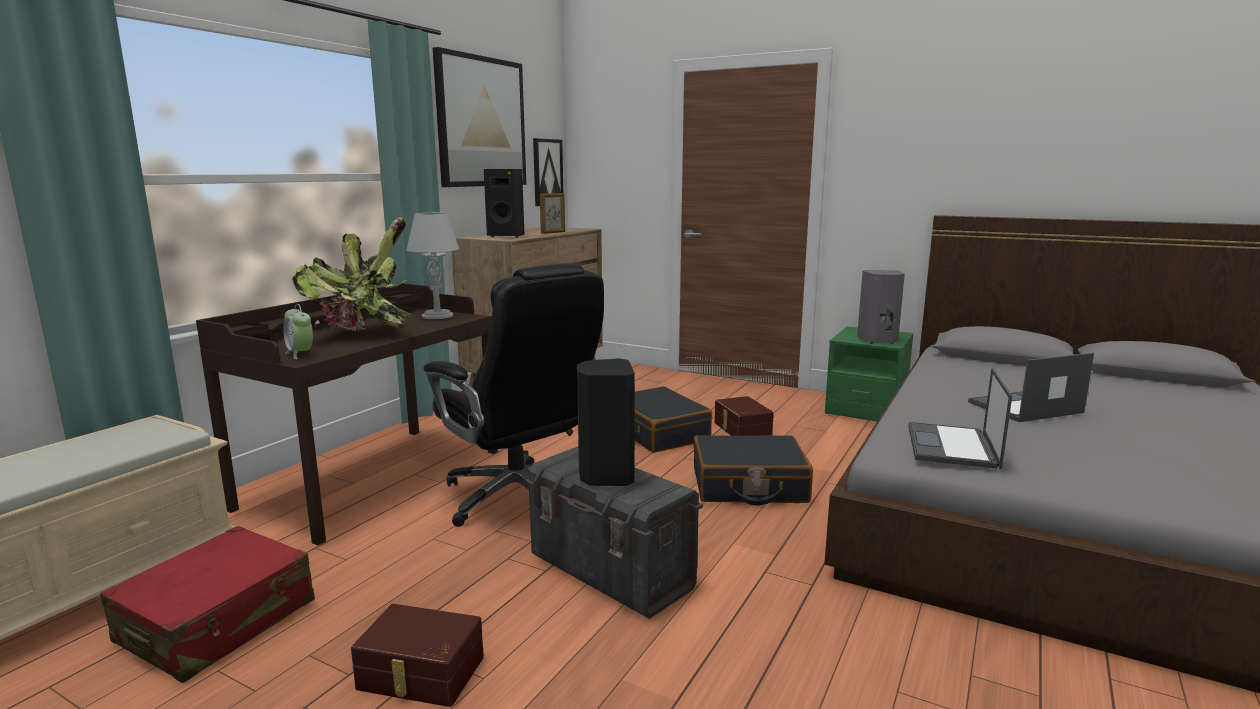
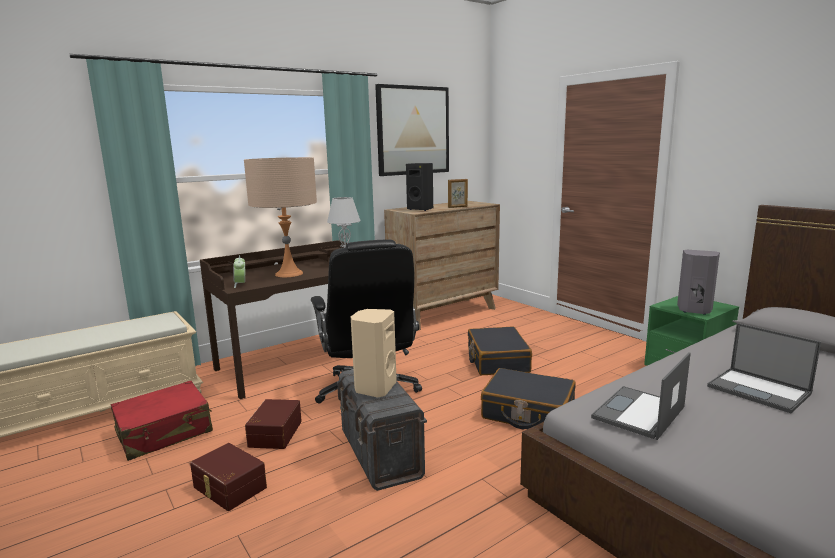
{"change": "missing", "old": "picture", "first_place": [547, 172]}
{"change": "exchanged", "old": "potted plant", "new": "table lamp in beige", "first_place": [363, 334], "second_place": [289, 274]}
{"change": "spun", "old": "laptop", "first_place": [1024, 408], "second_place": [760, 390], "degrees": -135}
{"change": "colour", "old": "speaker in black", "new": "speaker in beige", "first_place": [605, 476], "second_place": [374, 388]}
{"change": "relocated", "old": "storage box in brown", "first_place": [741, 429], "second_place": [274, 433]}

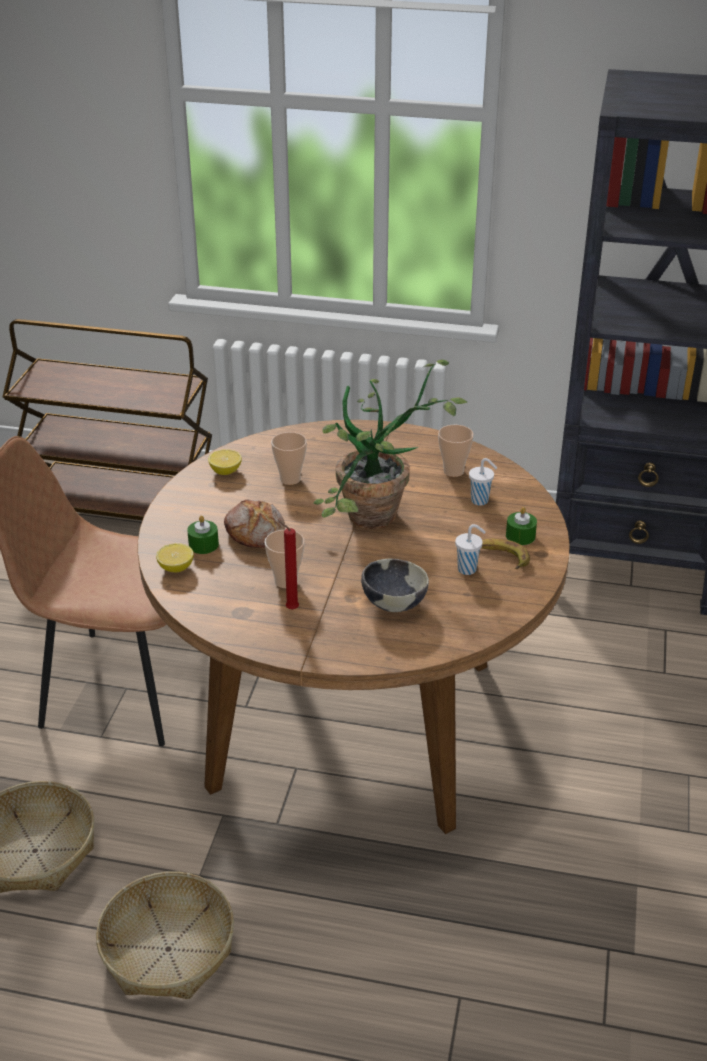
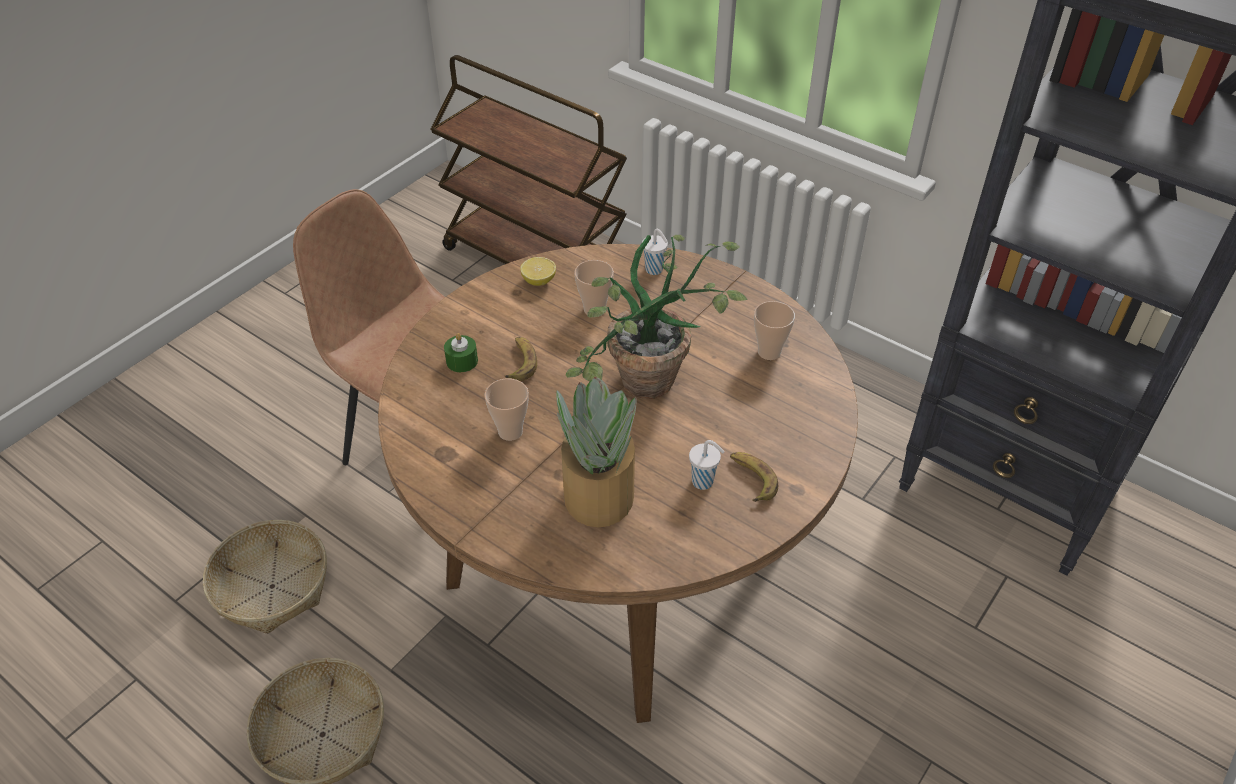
{"change": "relocated", "old": "cup in white", "first_place": [480, 501], "second_place": [655, 270]}
{"change": "exchanged", "old": "bread", "new": "banana", "first_place": [256, 532], "second_place": [520, 362]}
{"change": "missing", "old": "candle in green", "first_place": [520, 536]}
{"change": "missing", "old": "candle in red", "first_place": [290, 608]}
{"change": "missing", "old": "lemon", "first_place": [176, 568]}
{"change": "exchanged", "old": "bowl", "new": "potted plant", "first_place": [393, 604], "second_place": [598, 497]}

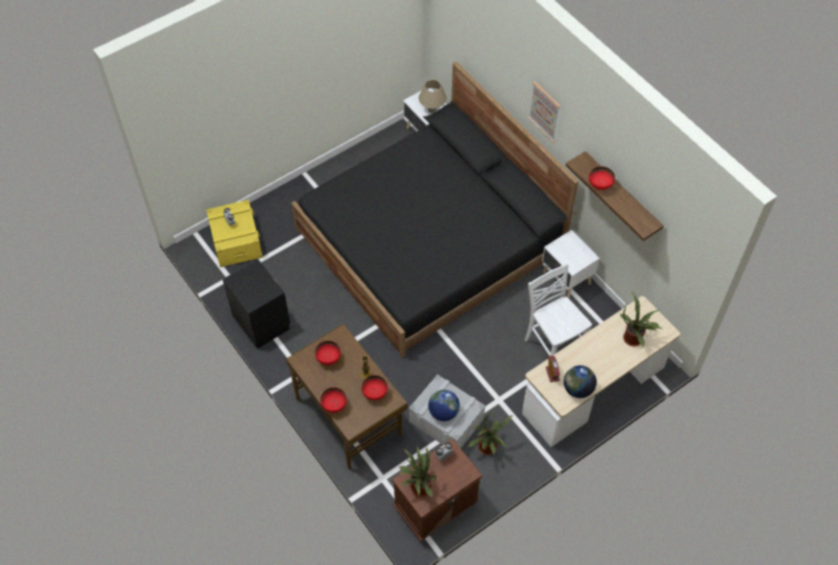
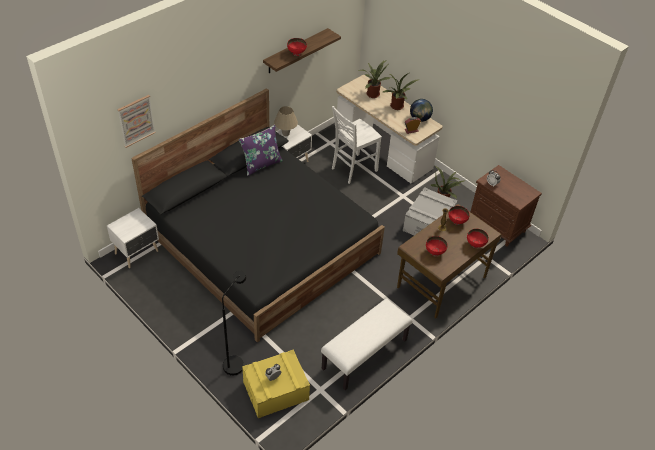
{"change": "relocated", "old": "table lamp in beige", "first_place": [432, 110], "second_place": [285, 134]}
{"change": "relocated", "old": "picture", "first_place": [544, 111], "second_place": [136, 120]}
{"change": "exchanged", "old": "nightstand in black", "new": "bench in white", "first_place": [262, 321], "second_place": [365, 355]}
{"change": "missing", "old": "globe", "first_place": [443, 412]}
{"change": "relocated", "old": "potted plant", "first_place": [418, 487], "second_place": [397, 107]}
{"change": "appeared", "new": "pillow in purple", "second_place": [261, 164]}
{"change": "appeared", "new": "floor lamp in black", "second_place": [236, 361]}

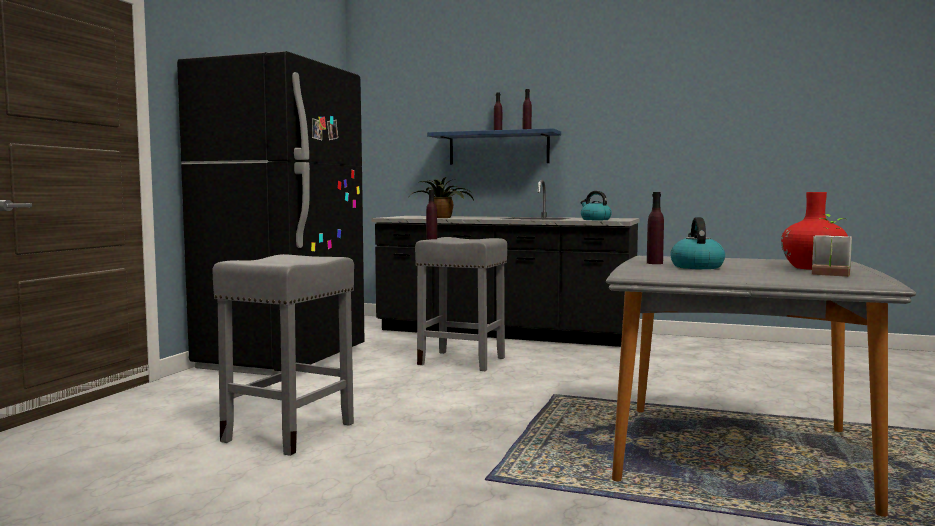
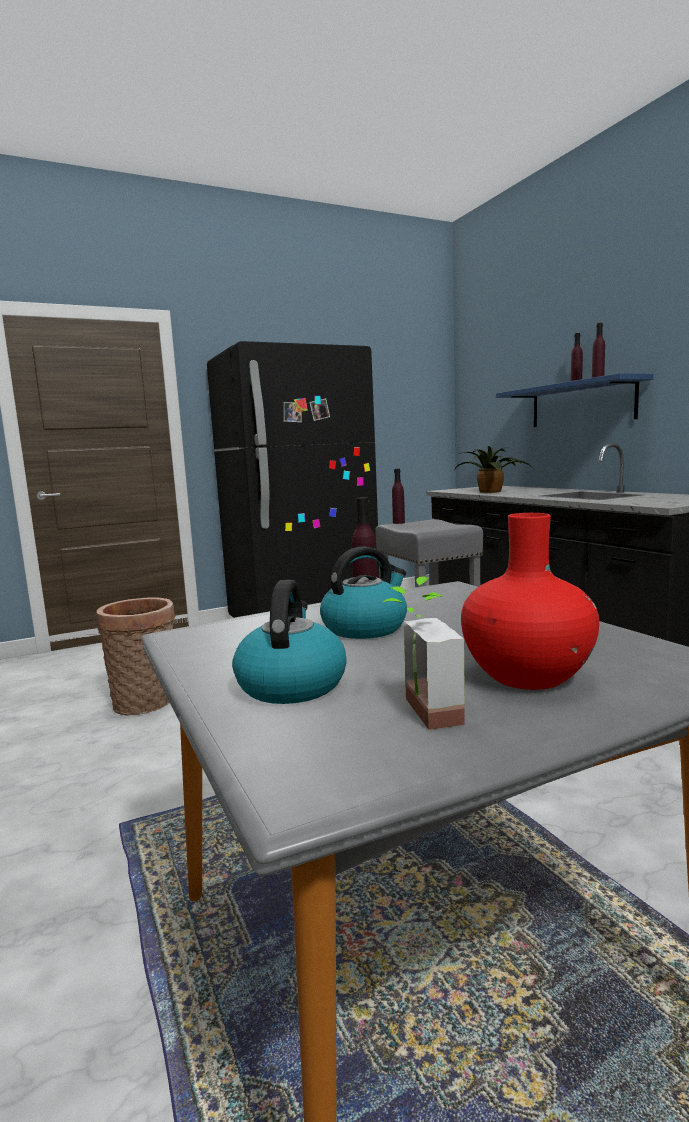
{"change": "relocated", "old": "kettle", "first_place": [595, 219], "second_place": [291, 684]}
{"change": "exchanged", "old": "stool in grey", "new": "basket", "first_place": [290, 431], "second_place": [147, 703]}

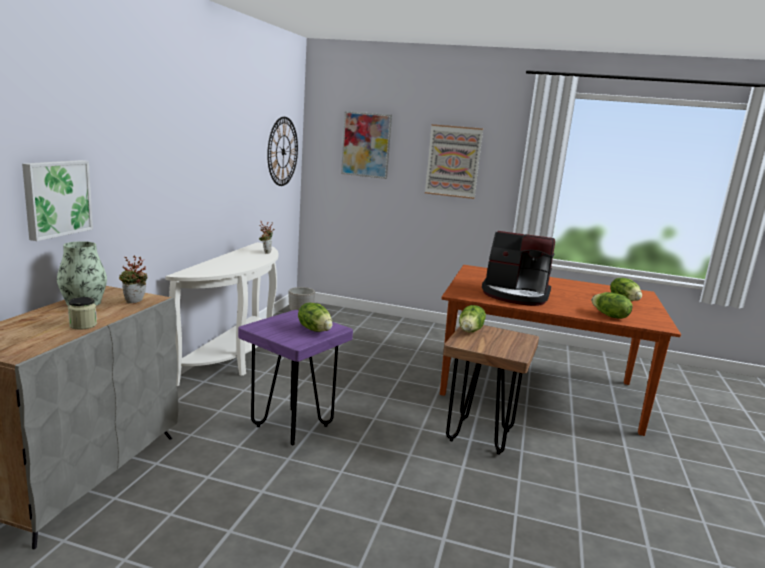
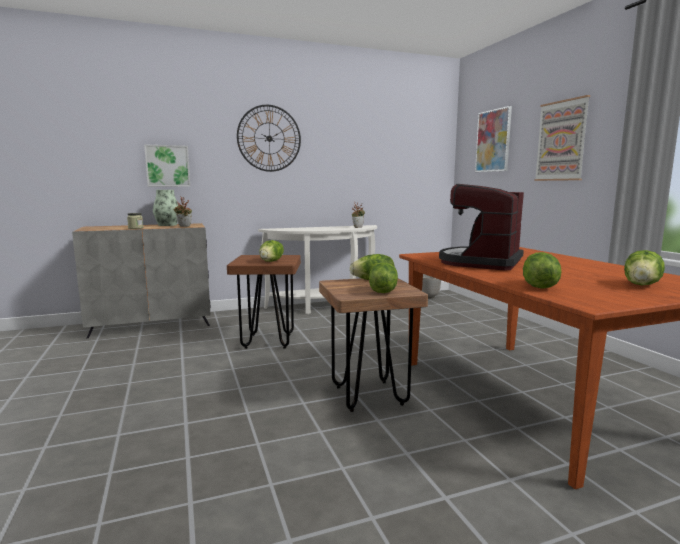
{"change": "relocated", "old": "wall clock", "first_place": [283, 151], "second_place": [269, 138]}
{"change": "spun", "old": "coffee machine", "first_place": [515, 295], "second_place": [481, 262], "degrees": 45}
{"change": "colour", "old": "stool in purple", "new": "stool in brown", "first_place": [292, 426], "second_place": [268, 341]}
{"change": "appeared", "new": "lettuce", "second_place": [382, 291]}

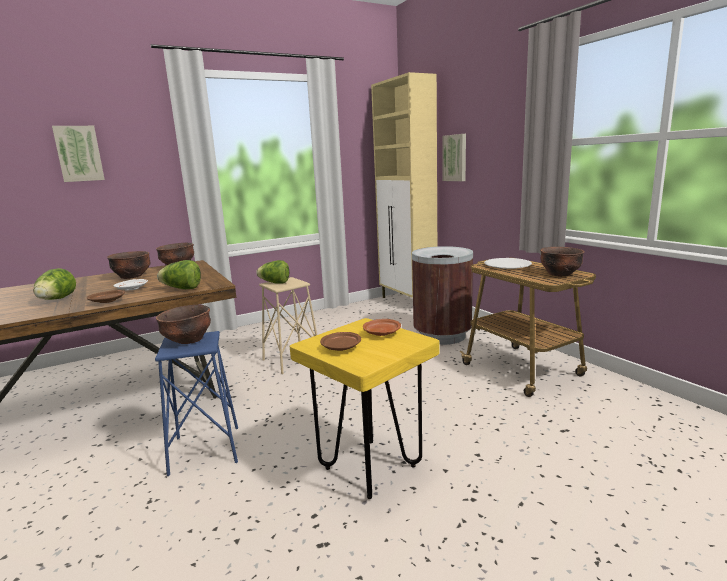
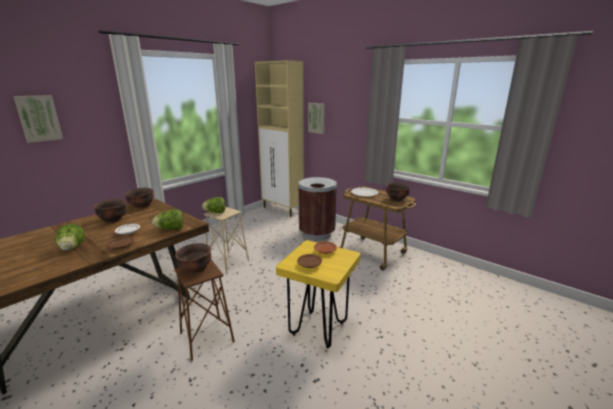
{"change": "colour", "old": "stool in blue", "new": "stool in brown", "first_place": [205, 450], "second_place": [206, 338]}

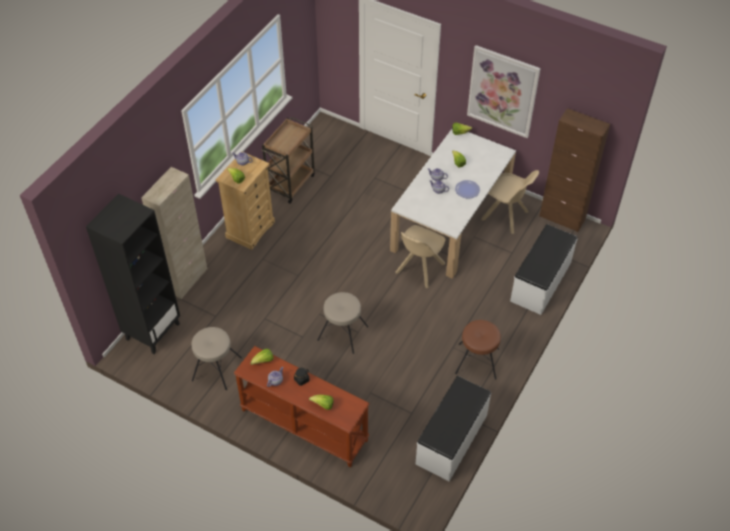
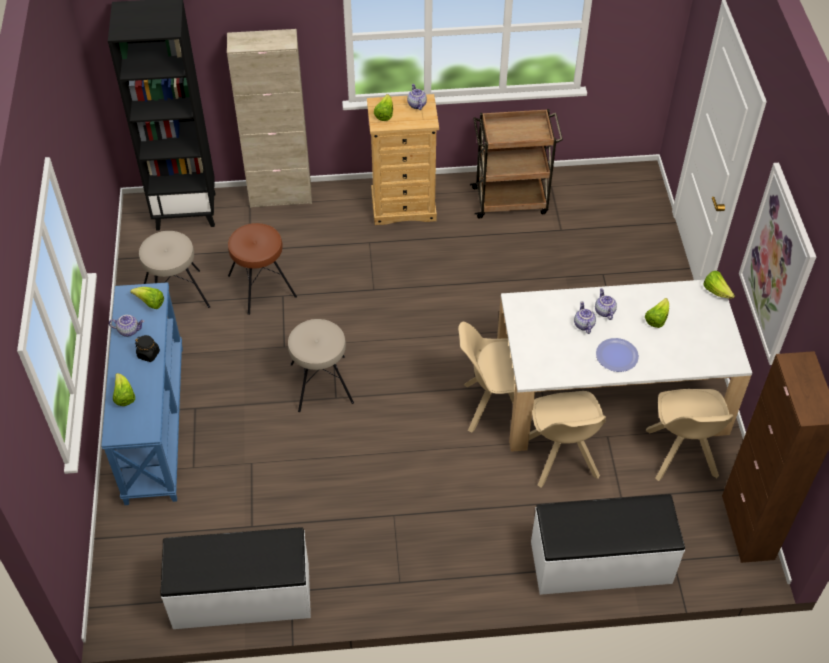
{"change": "relocated", "old": "stool in brown", "first_place": [477, 361], "second_place": [261, 286]}
{"change": "colour", "old": "console table in brown", "new": "console table in blue", "first_place": [303, 425], "second_place": [153, 422]}
{"change": "appeared", "new": "chair in beige", "second_place": [561, 459]}

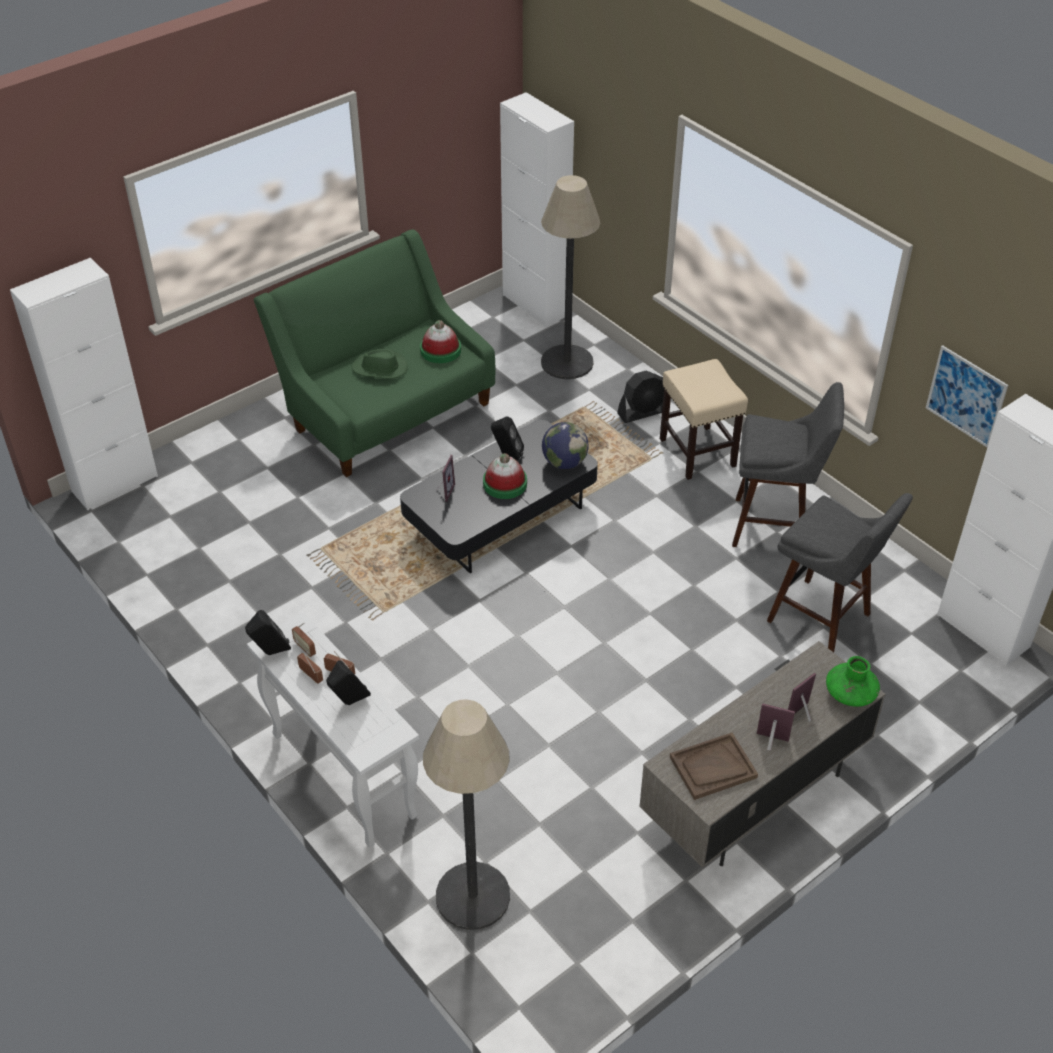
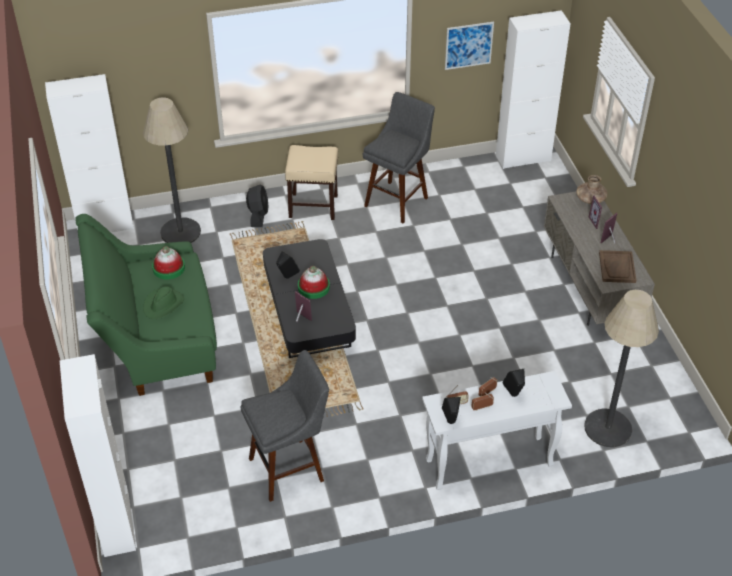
{"change": "missing", "old": "globe", "first_place": [564, 463]}
{"change": "relocated", "old": "stool in grey", "first_place": [823, 620], "second_place": [290, 468]}
{"change": "colour", "old": "vase in green", "new": "vase in brown", "first_place": [850, 693], "second_place": [590, 199]}

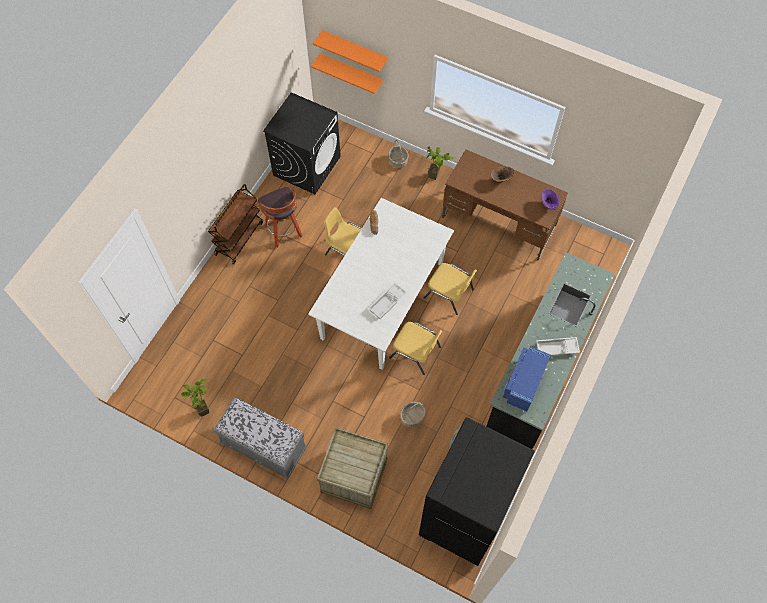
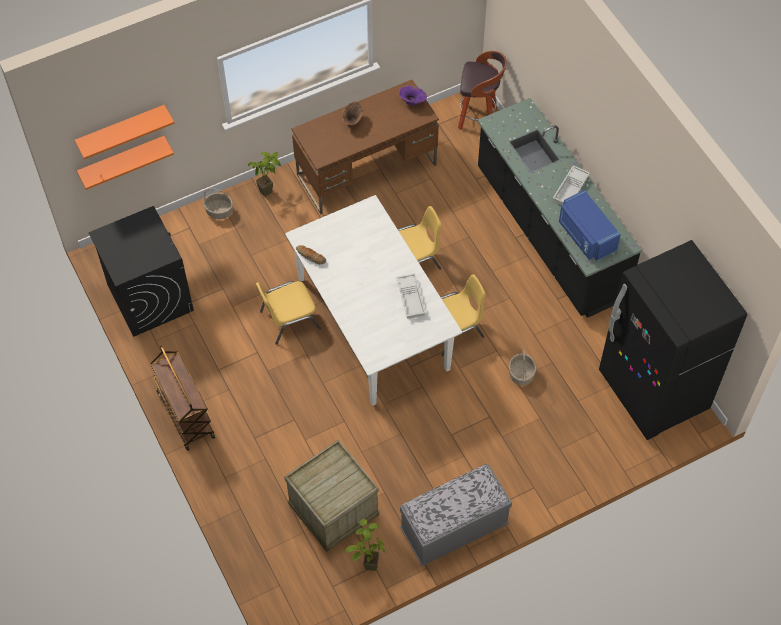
{"change": "relocated", "old": "stool", "first_place": [284, 232], "second_place": [478, 118]}
{"change": "relocated", "old": "crate", "first_place": [353, 474], "second_place": [332, 509]}

